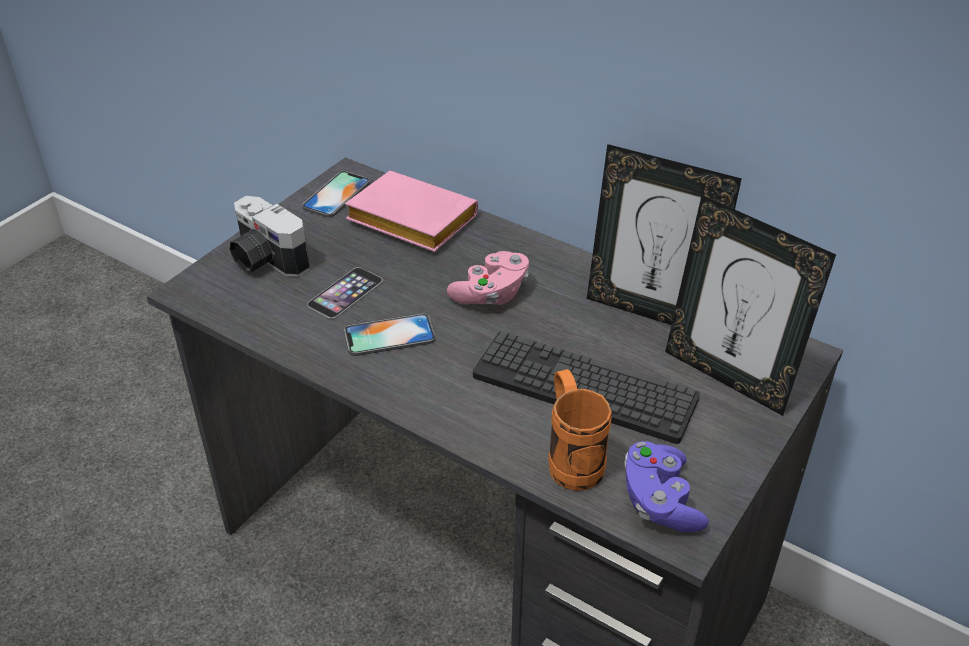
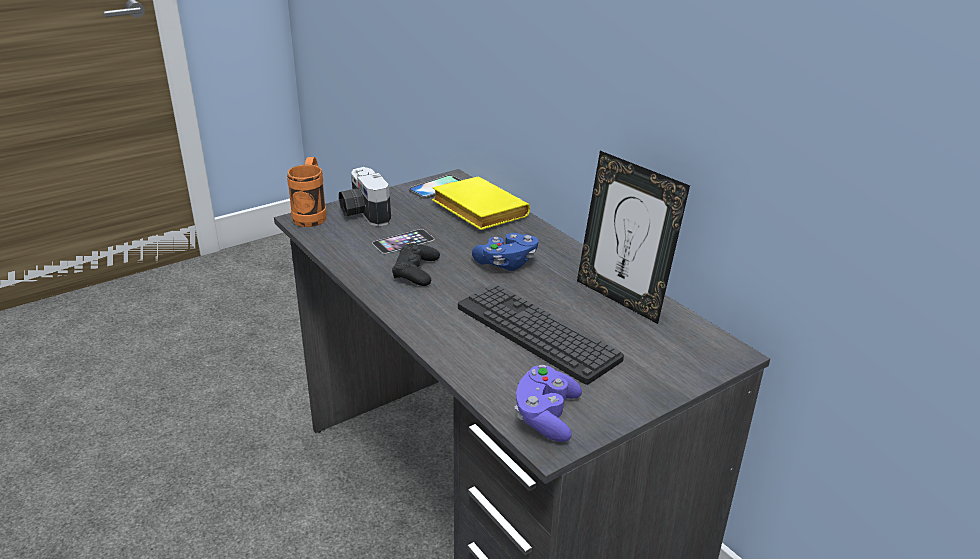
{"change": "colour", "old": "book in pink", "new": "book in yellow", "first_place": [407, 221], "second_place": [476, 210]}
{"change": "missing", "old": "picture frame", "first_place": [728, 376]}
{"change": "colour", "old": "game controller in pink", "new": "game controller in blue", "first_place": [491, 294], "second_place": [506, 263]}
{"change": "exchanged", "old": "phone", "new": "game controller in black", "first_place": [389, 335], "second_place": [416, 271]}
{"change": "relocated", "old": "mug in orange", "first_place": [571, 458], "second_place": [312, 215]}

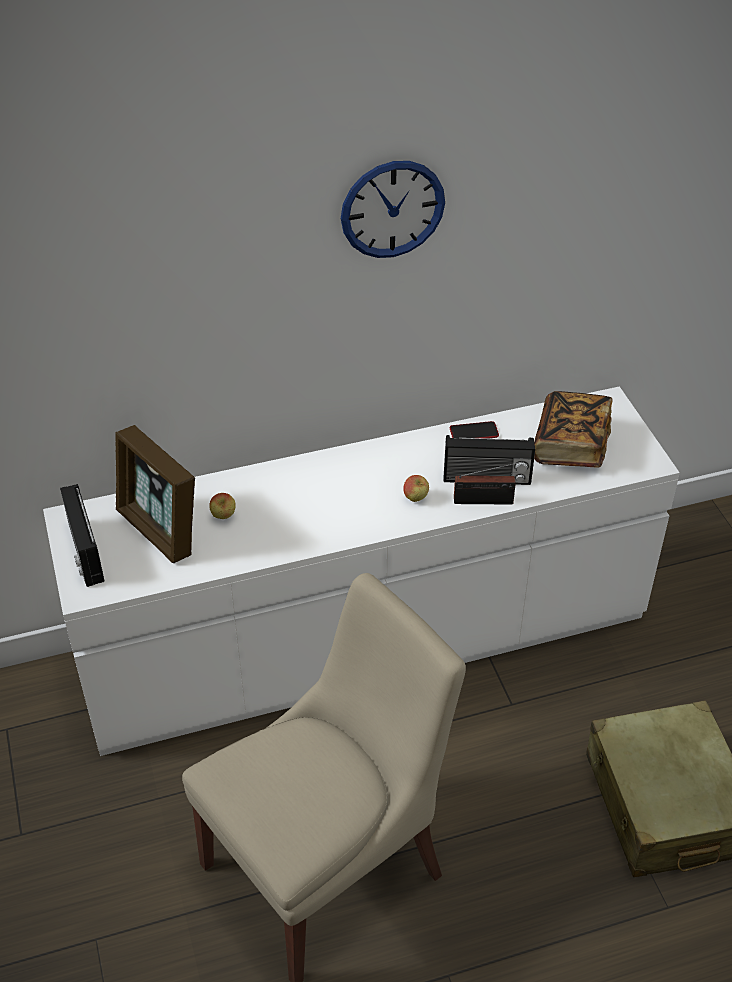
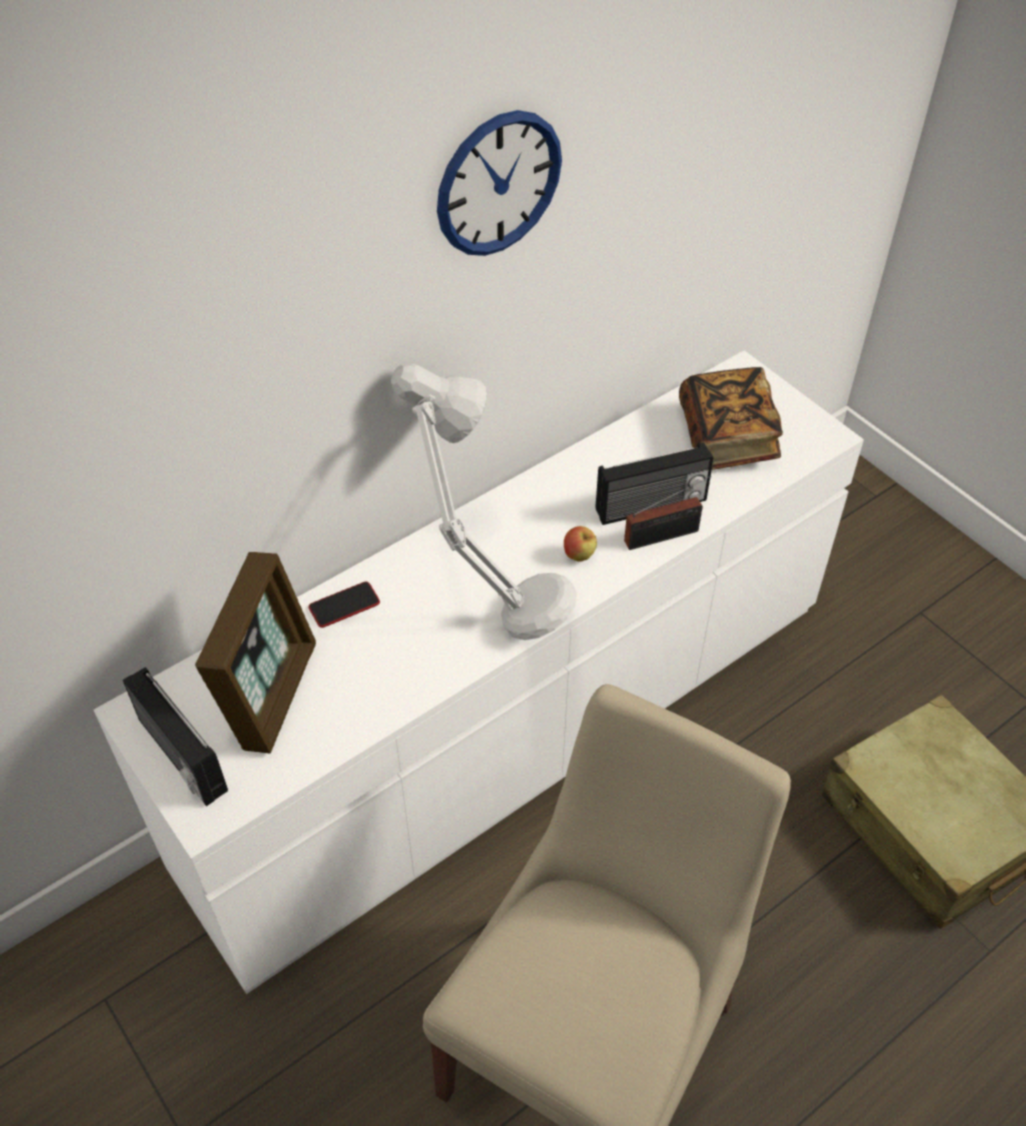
{"change": "relocated", "old": "phone", "first_place": [474, 432], "second_place": [344, 605]}
{"change": "spun", "old": "picture frame", "first_place": [159, 530], "second_place": [271, 693], "degrees": -105}
{"change": "missing", "old": "apple", "first_place": [223, 516]}
{"change": "appeared", "new": "table lamp in grey", "second_place": [484, 581]}

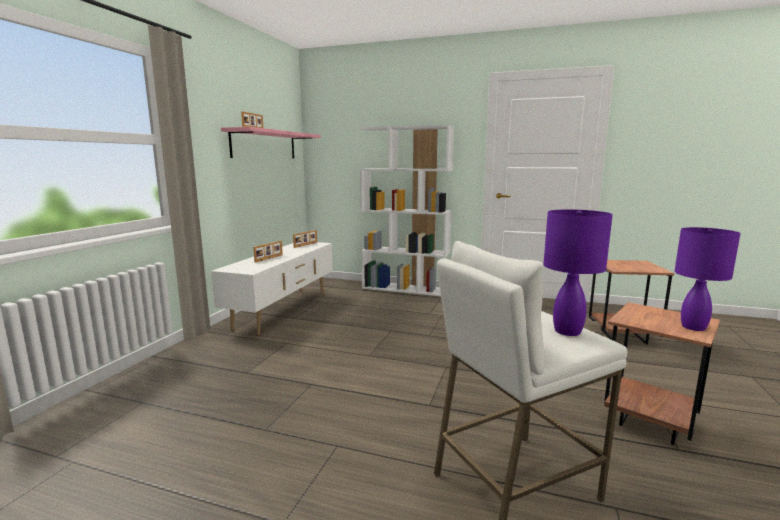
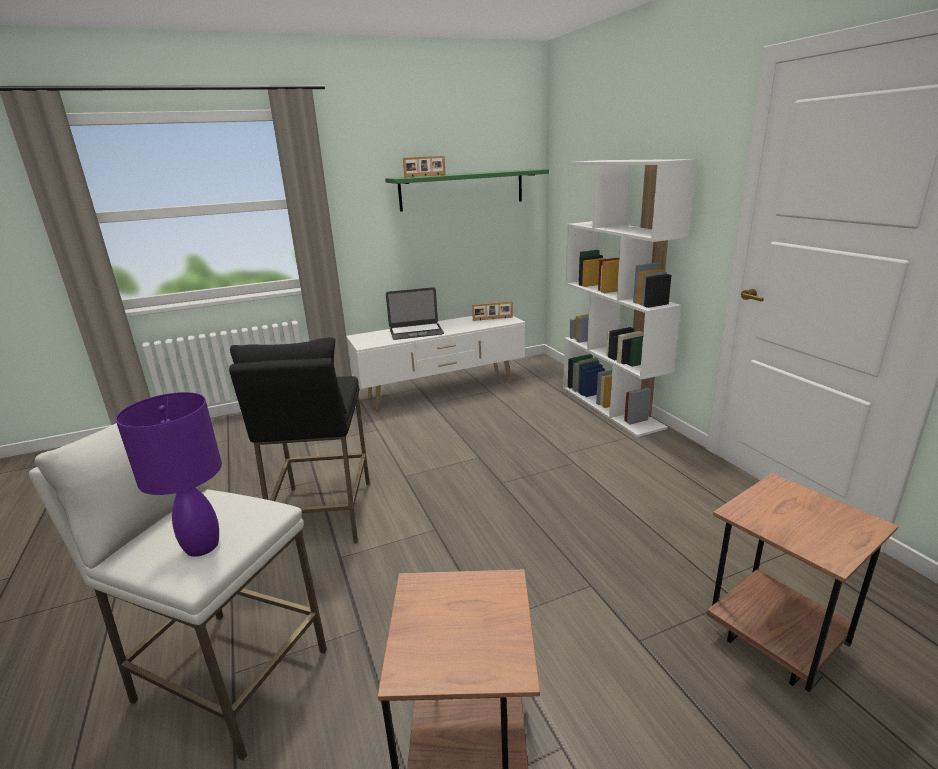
{"change": "colour", "old": "shelf in pink", "new": "shelf in green", "first_place": [264, 145], "second_place": [462, 190]}
{"change": "missing", "old": "table lamp in purple", "first_place": [692, 327]}
{"change": "exchanged", "old": "picture frame", "new": "laptop", "first_place": [269, 258], "second_place": [416, 331]}
{"change": "appeared", "new": "stool in black", "second_place": [323, 514]}

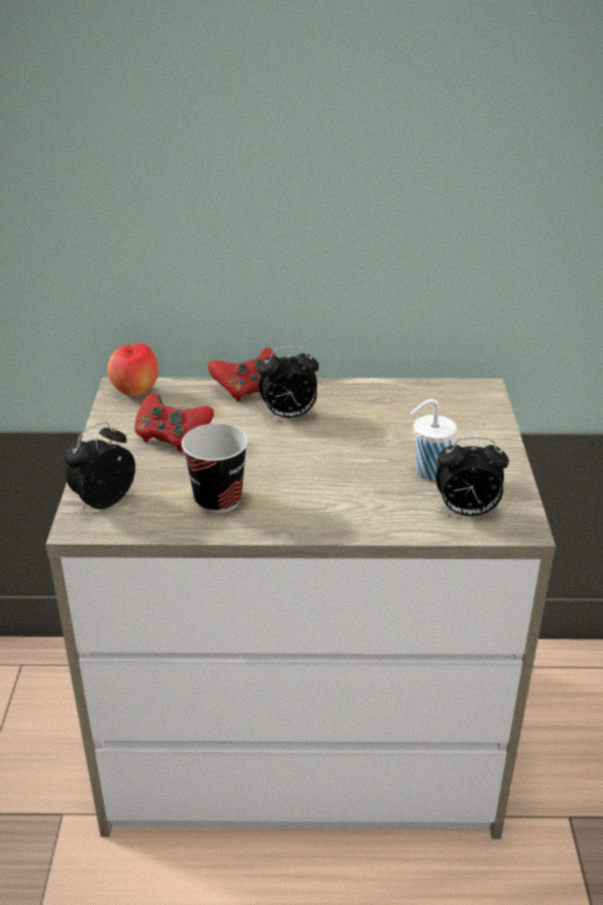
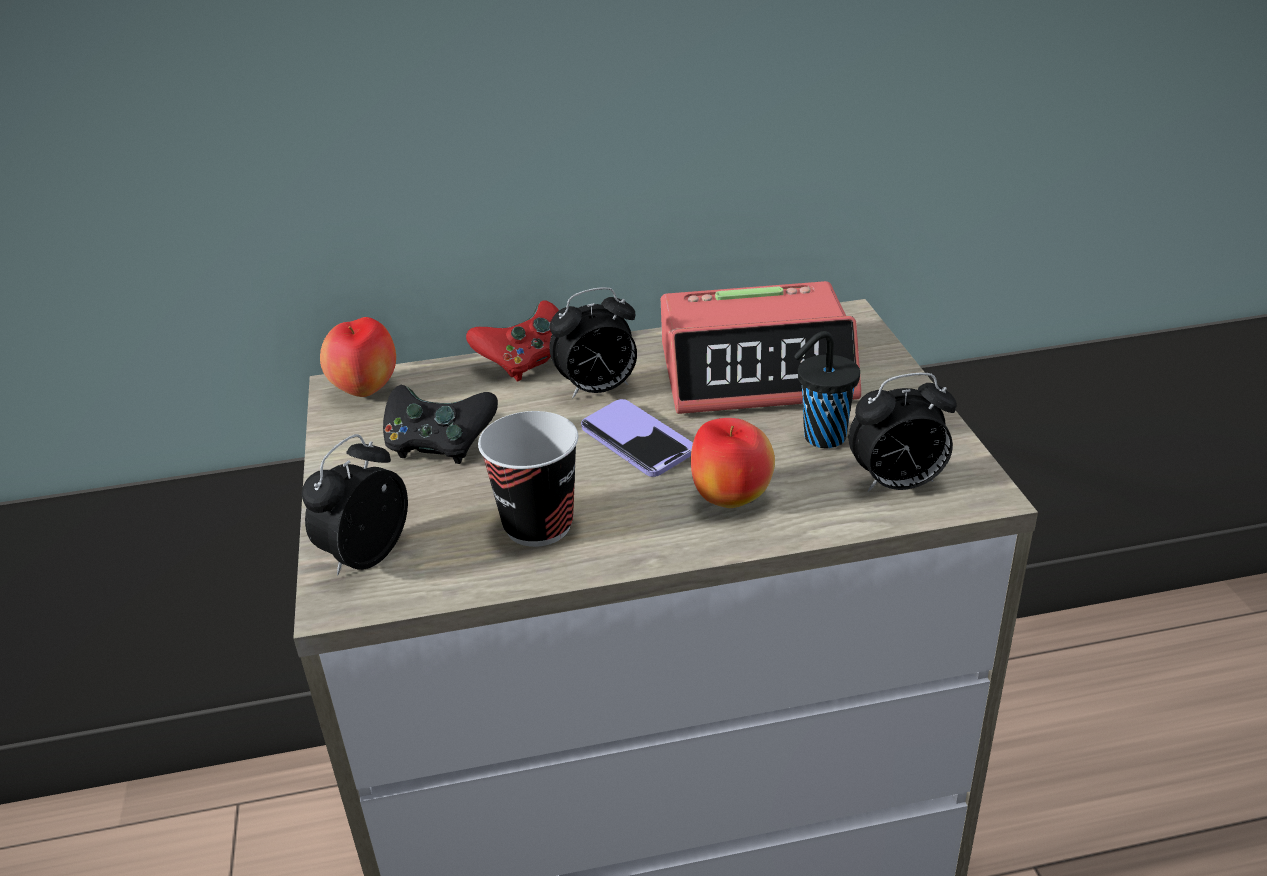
{"change": "colour", "old": "game controller in red", "new": "game controller in black", "first_place": [171, 437], "second_place": [439, 446]}
{"change": "colour", "old": "cup in white", "new": "cup in black", "first_place": [428, 472], "second_place": [822, 438]}
{"change": "appeared", "new": "alarm clock", "second_place": [757, 371]}
{"change": "appeared", "new": "phone", "second_place": [637, 441]}
{"change": "appeared", "new": "apple", "second_place": [730, 499]}

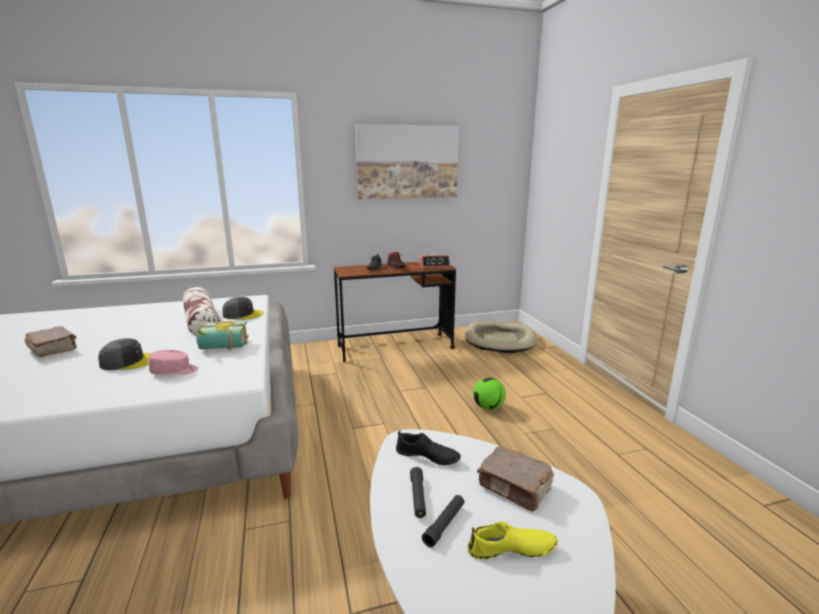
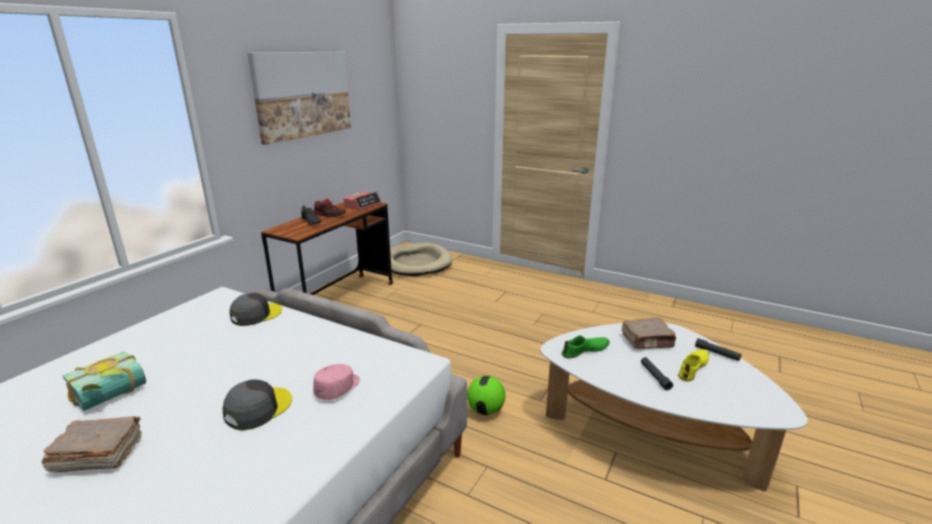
{"change": "missing", "old": "pillow", "first_place": [201, 322]}
{"change": "relocated", "old": "book", "first_place": [223, 348], "second_place": [112, 396]}
{"change": "relocated", "old": "football", "first_place": [488, 407], "second_place": [486, 410]}
{"change": "colour", "old": "shoe in black", "new": "shoe in green", "first_place": [427, 456], "second_place": [585, 351]}
{"change": "relocated", "old": "flashlight in black", "first_place": [418, 497], "second_place": [717, 353]}

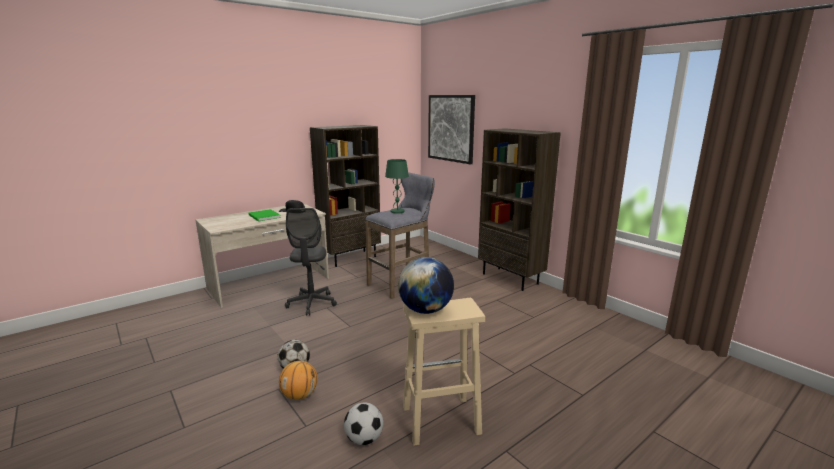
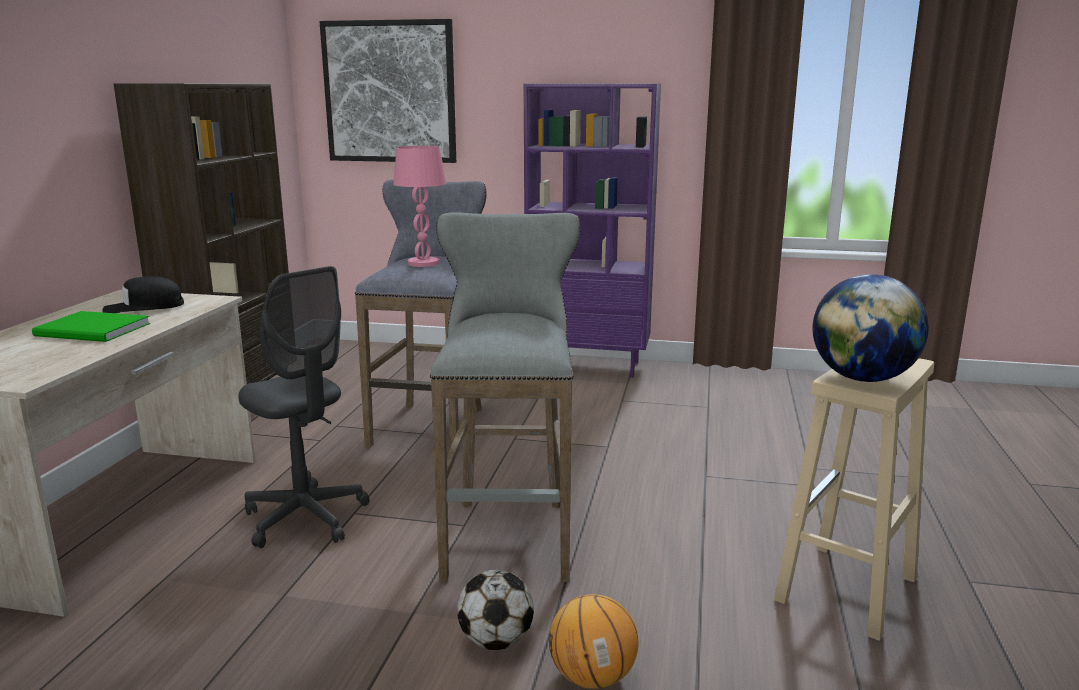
{"change": "colour", "old": "bookcase in brown", "new": "bookcase in purple", "first_place": [511, 279], "second_place": [589, 366]}
{"change": "colour", "old": "table lamp in green", "new": "table lamp in pink", "first_place": [397, 211], "second_place": [423, 263]}
{"change": "missing", "old": "football", "first_place": [364, 439]}
{"change": "appeared", "new": "stool in grey", "second_place": [508, 534]}

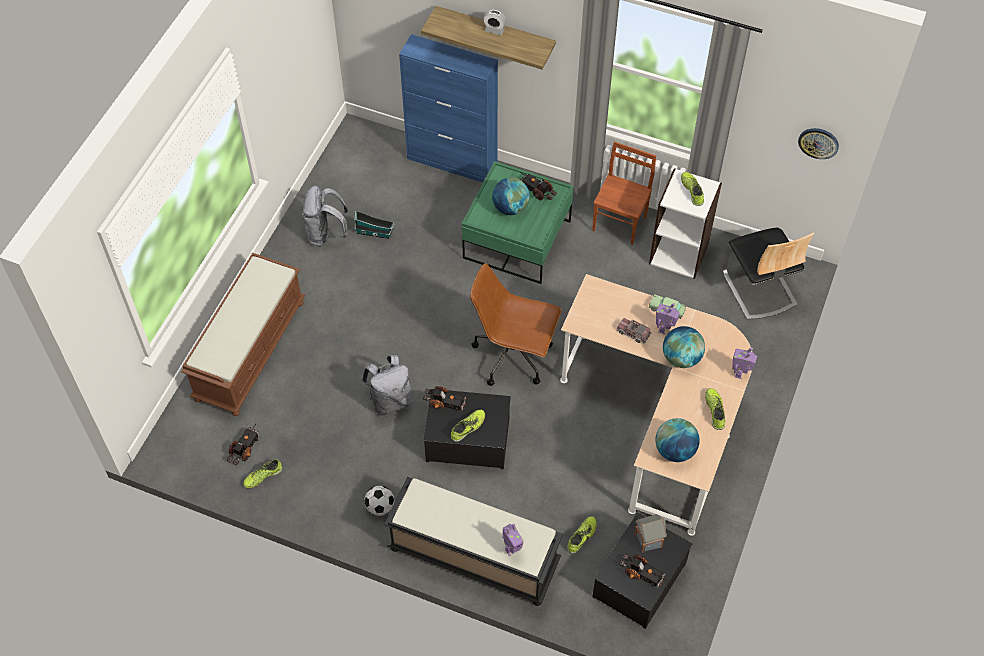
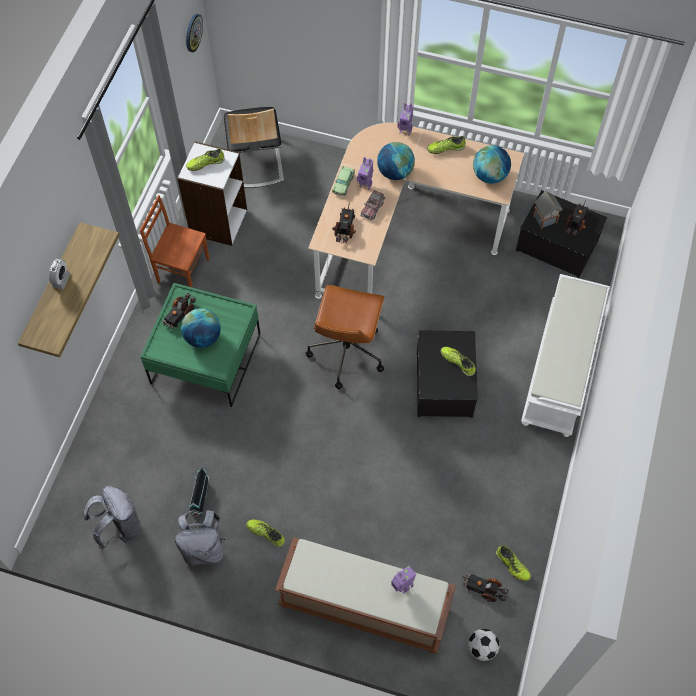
{"change": "missing", "old": "cabinet in blue", "first_place": [452, 162]}
{"change": "spun", "old": "chair", "first_place": [758, 288], "second_place": [255, 162], "degrees": 105}
{"change": "relocated", "old": "backpack in grey", "first_place": [390, 400], "second_place": [119, 527]}
{"change": "relocated", "old": "toy truck", "first_place": [445, 403], "second_place": [345, 228]}
{"change": "colour", "old": "bench in black", "new": "bench in white", "first_place": [472, 556], "second_place": [560, 370]}
{"change": "relocated", "old": "football", "first_place": [380, 507], "second_place": [482, 648]}
{"change": "relocated", "old": "shoe", "first_place": [582, 536], "second_place": [266, 533]}
{"change": "relocated", "old": "toy robot", "first_place": [512, 549], "second_place": [402, 587]}

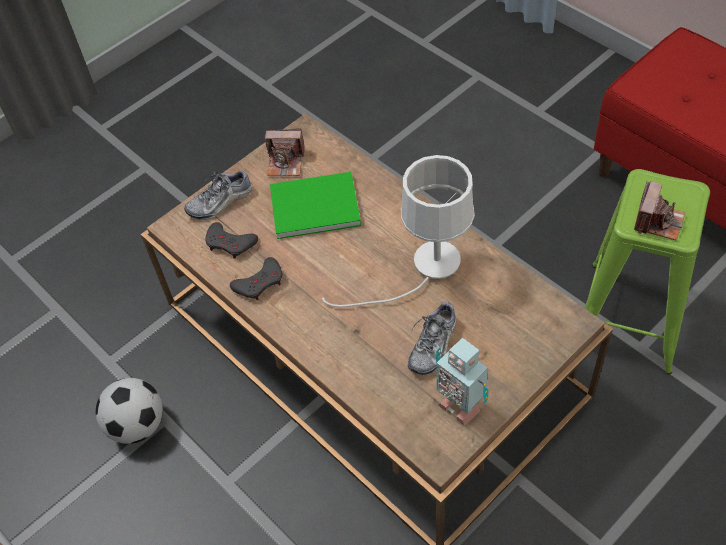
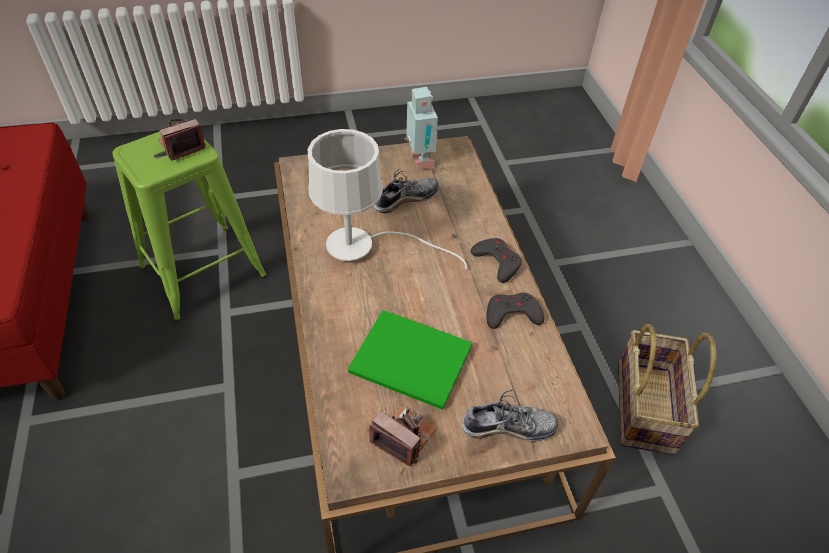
{"change": "relocated", "old": "game controller in grey", "first_place": [230, 243], "second_place": [497, 262]}
{"change": "exchanged", "old": "football", "new": "basket", "first_place": [137, 425], "second_place": [646, 408]}

